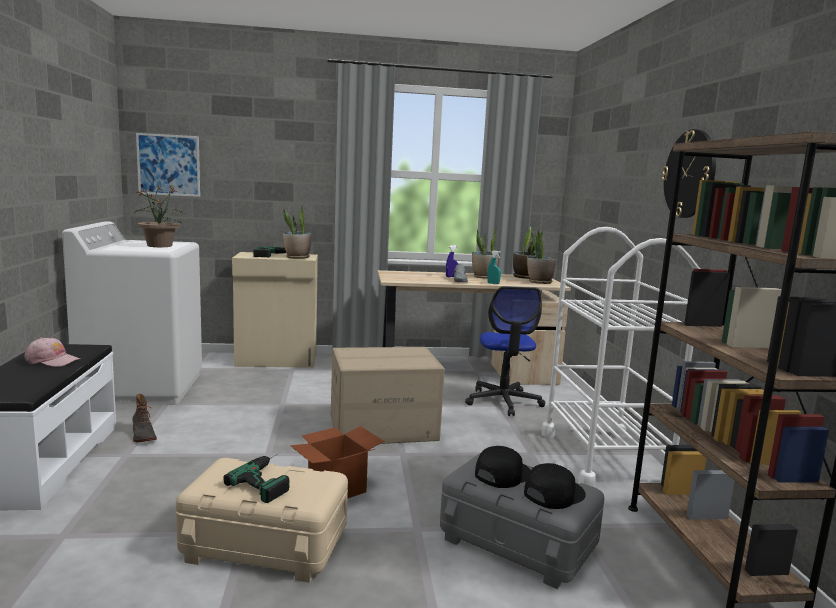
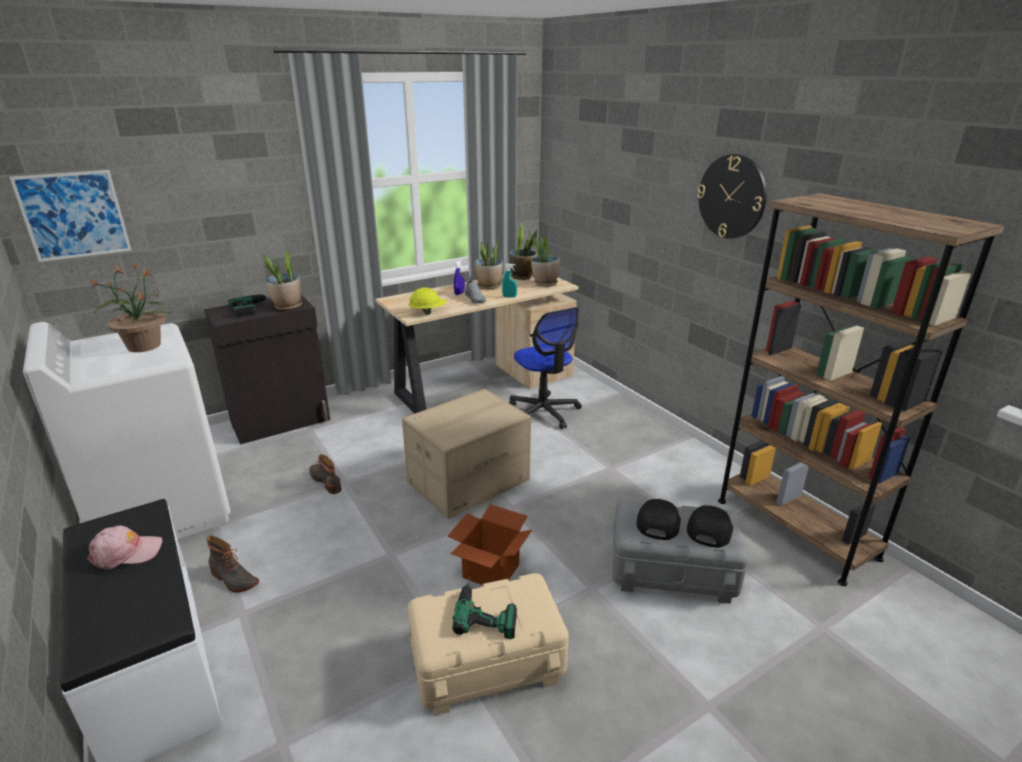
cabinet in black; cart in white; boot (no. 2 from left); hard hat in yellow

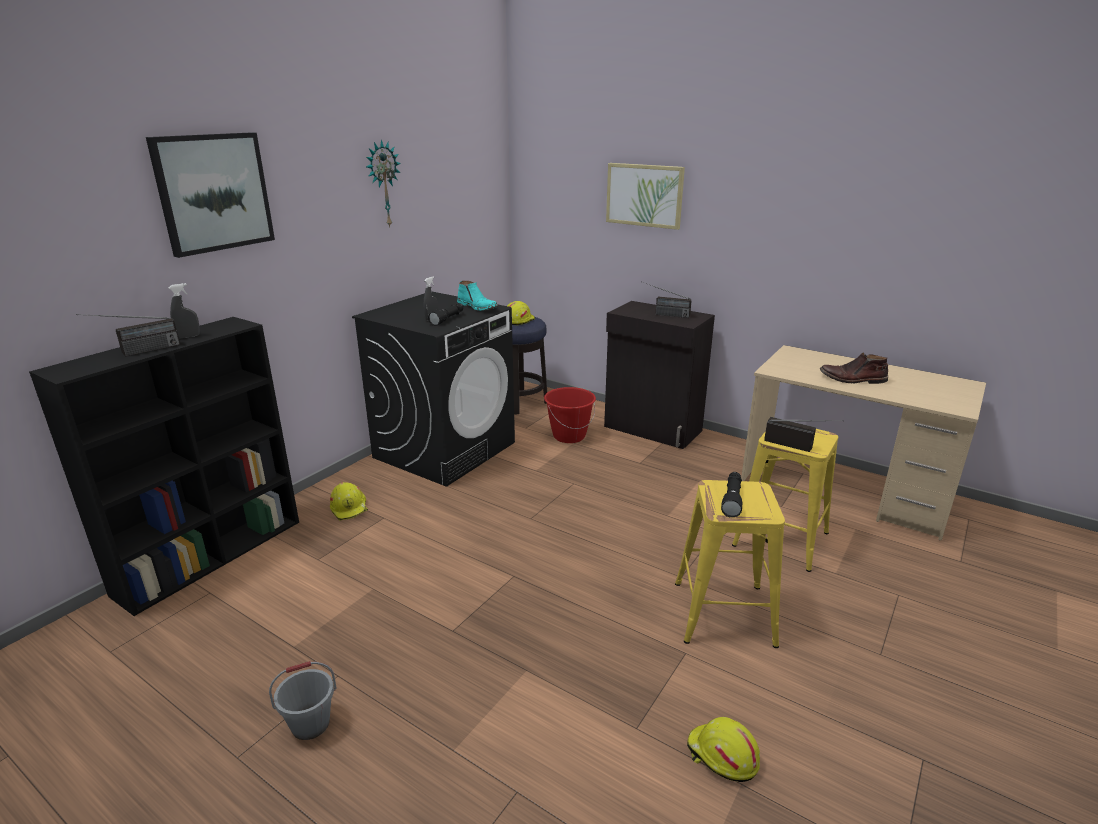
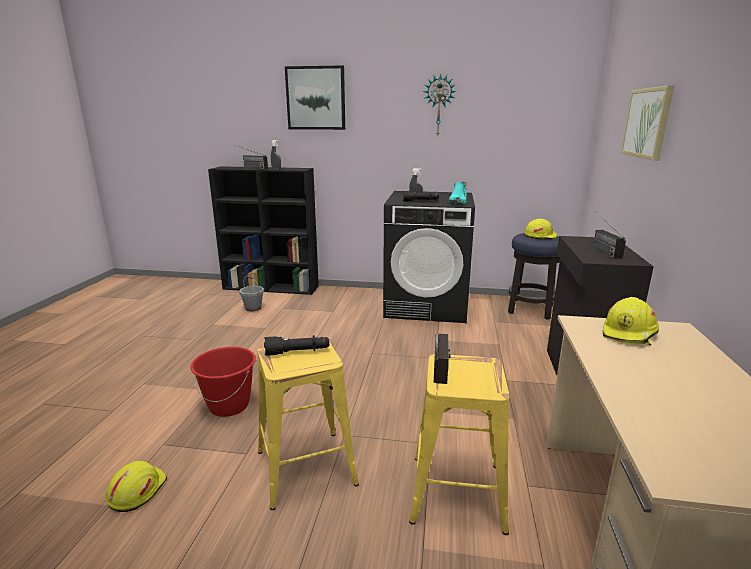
bucket in grey; hard hat in yellow (no. 3 from left); bucket in red; boot in brown

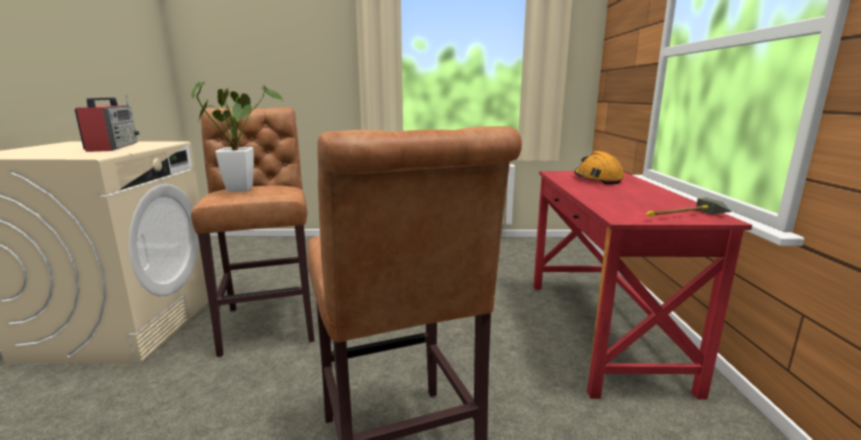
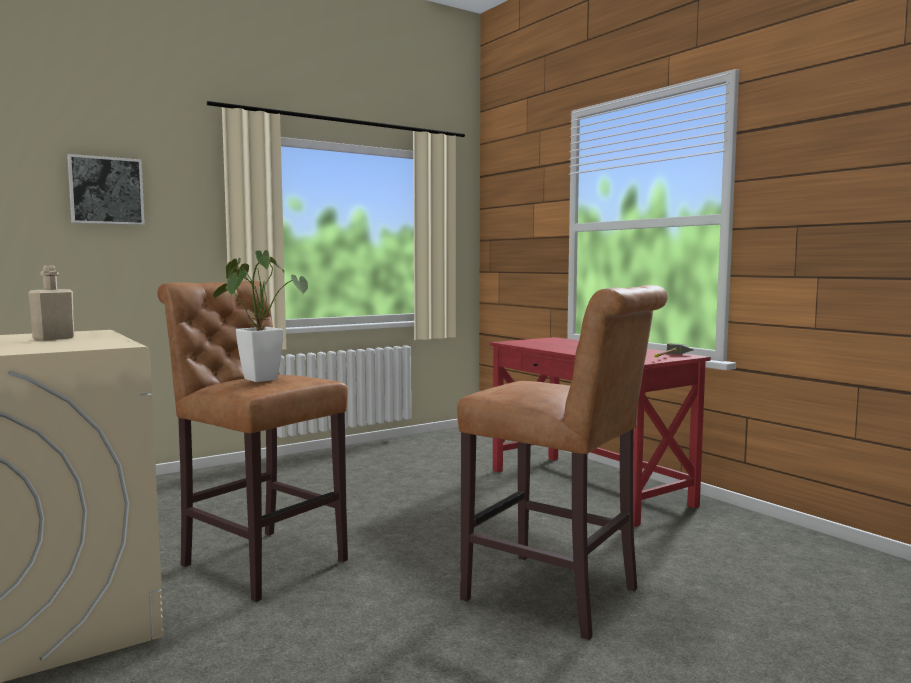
bottle in beige; hard hat in orange; picture

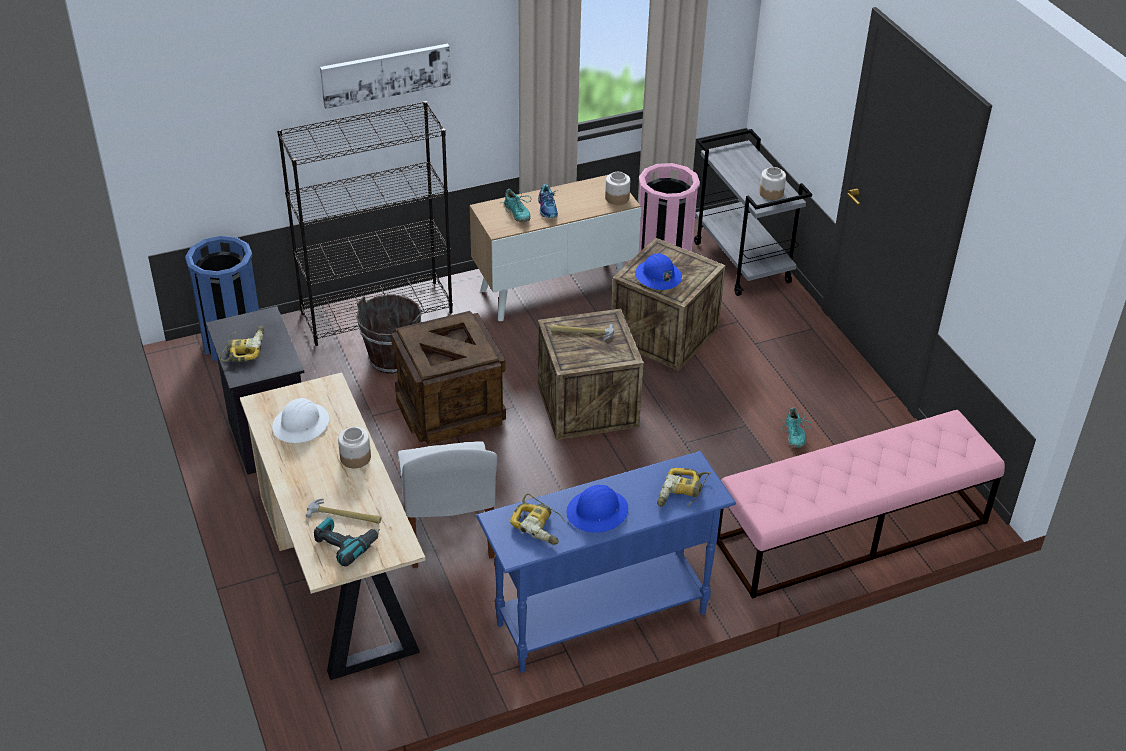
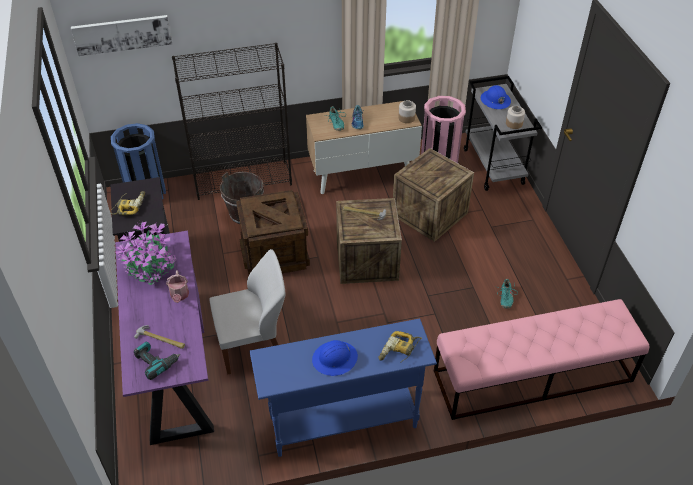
desk in purple; potted plant; picture; watering can; chair in white; power drill (no. 3 from left in the first image); hard hat in blue (no. 2 from left)

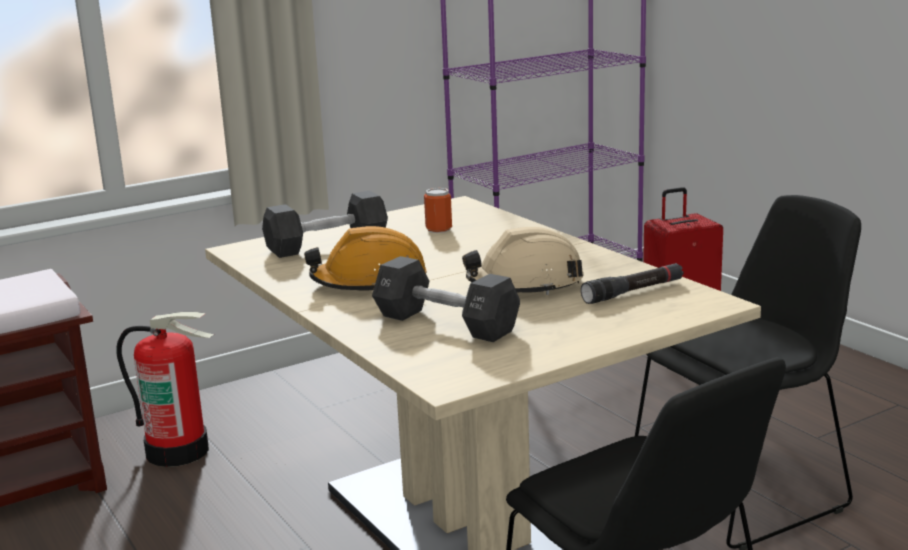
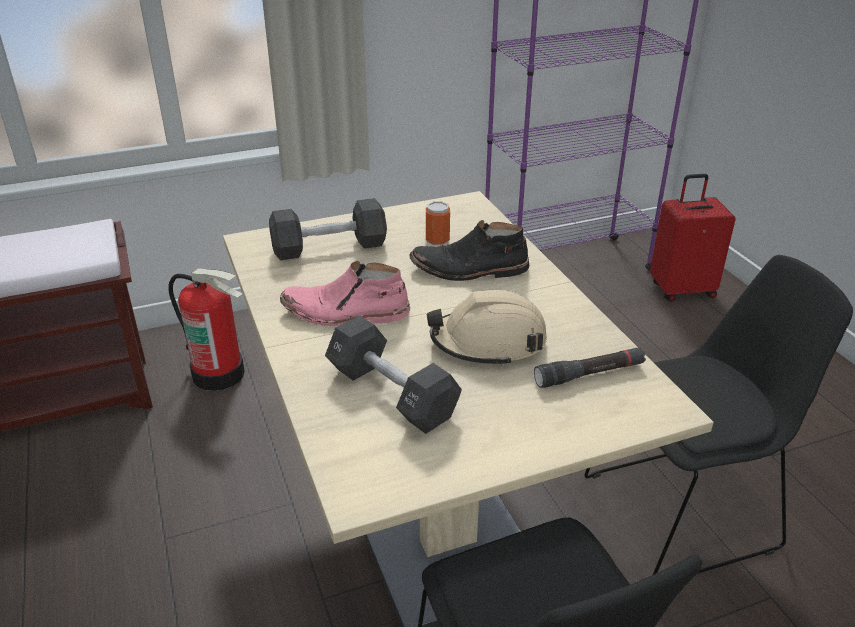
boot in pink; boot in black

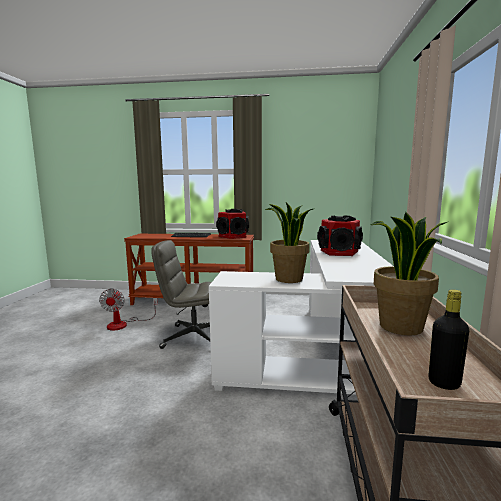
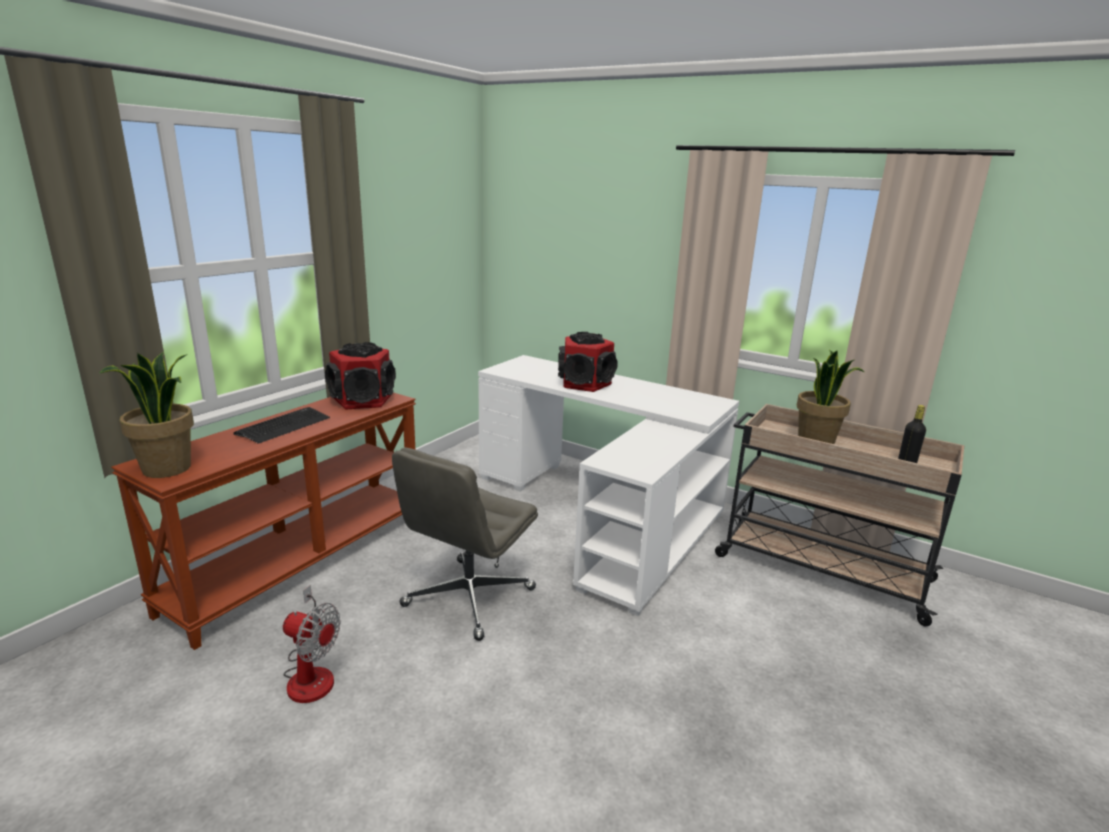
potted plant (no. 1 from left)

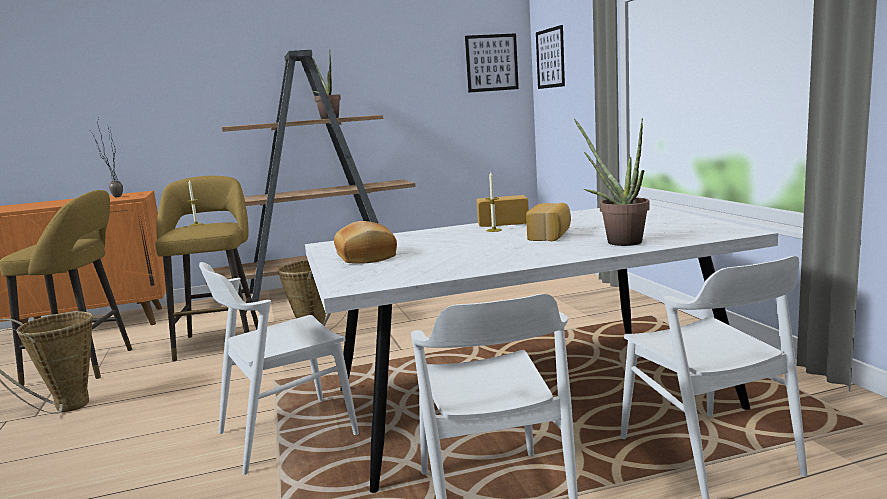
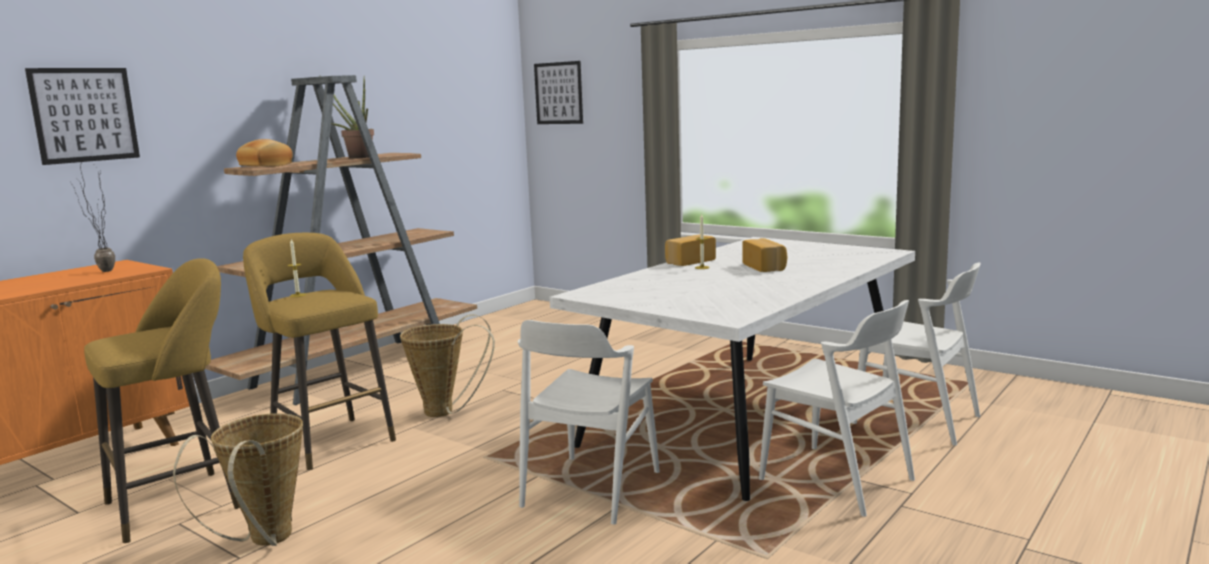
bread (no. 1 from left); picture (no. 1 from left); potted plant (no. 3 from left in the first image)

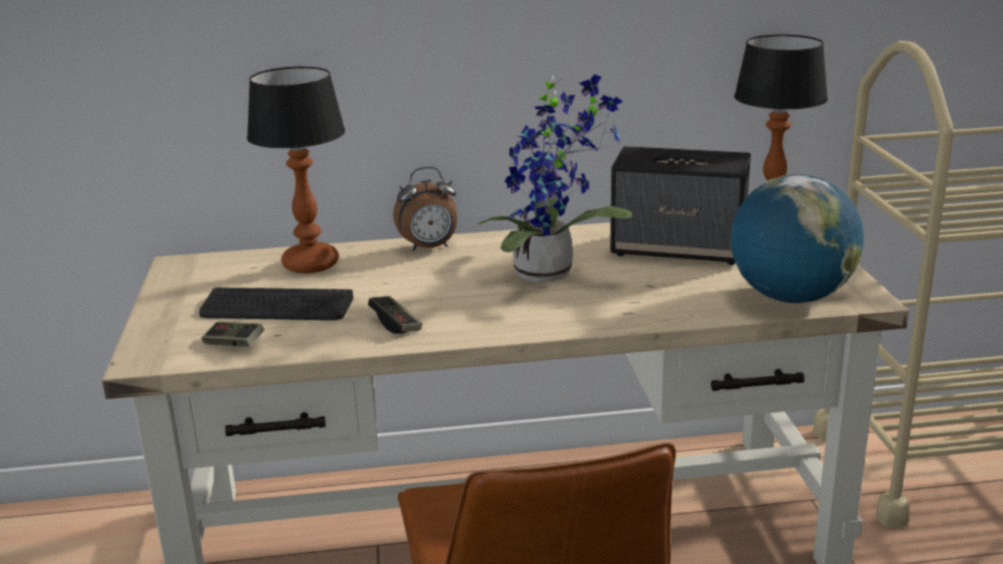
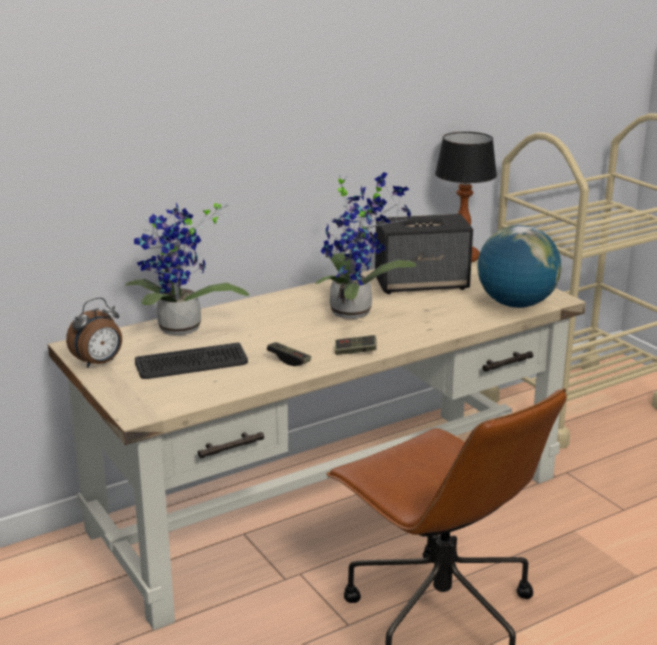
game controller (no. 2 from left); potted plant (no. 1 from left); alarm clock

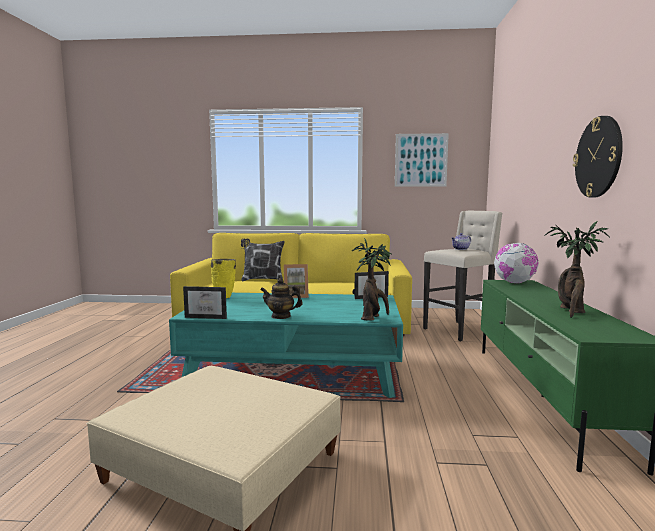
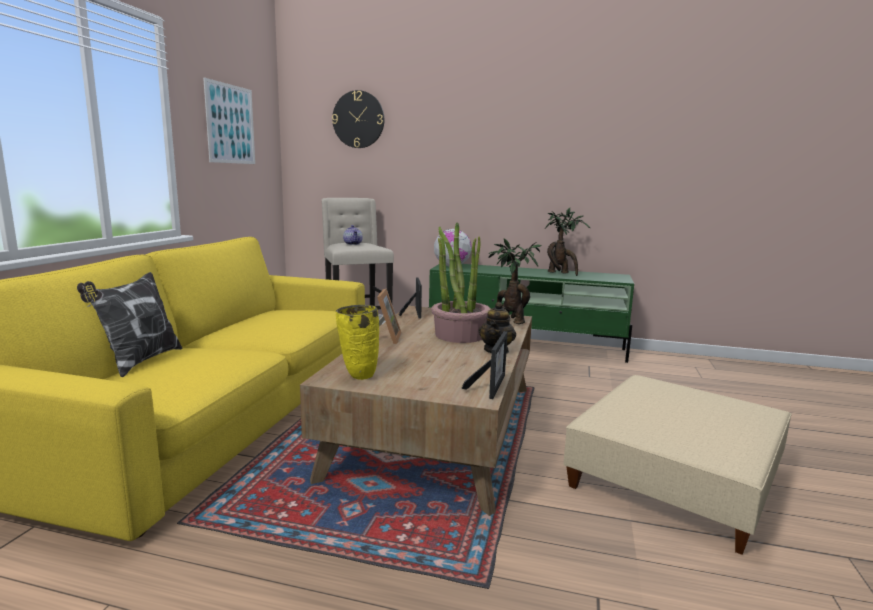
coffee table in brown; wall clock; potted plant (no. 1 from left)

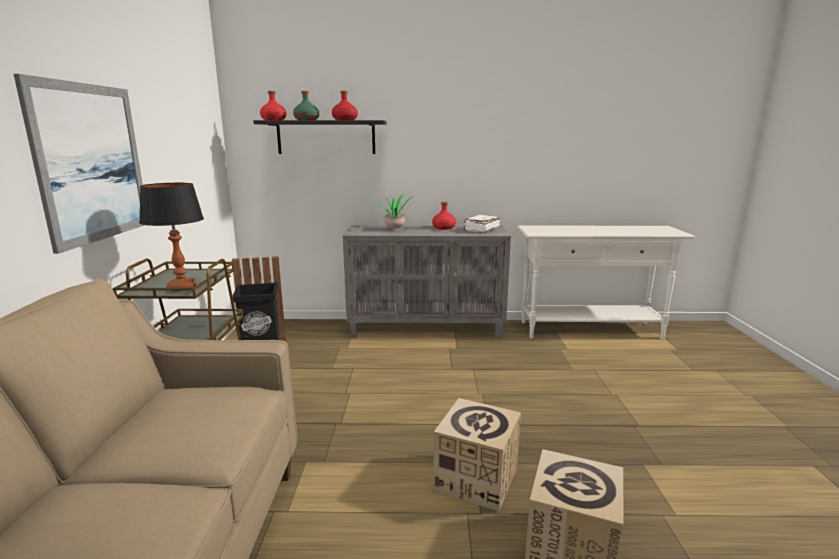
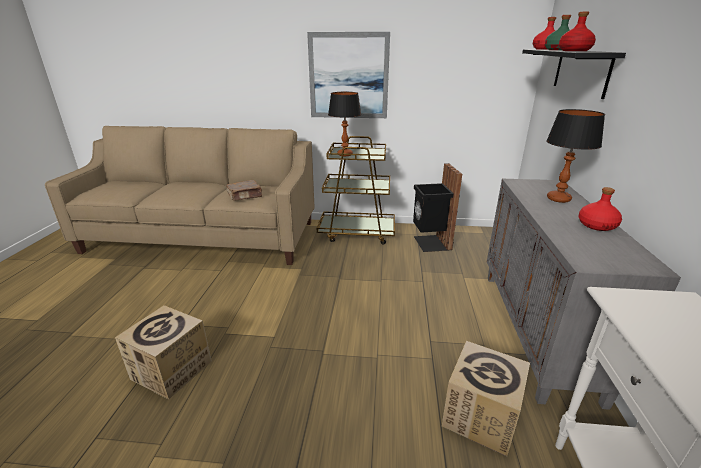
table lamp (no. 2 from left); cardboard box (no. 2 from left); book in white; book in brown

